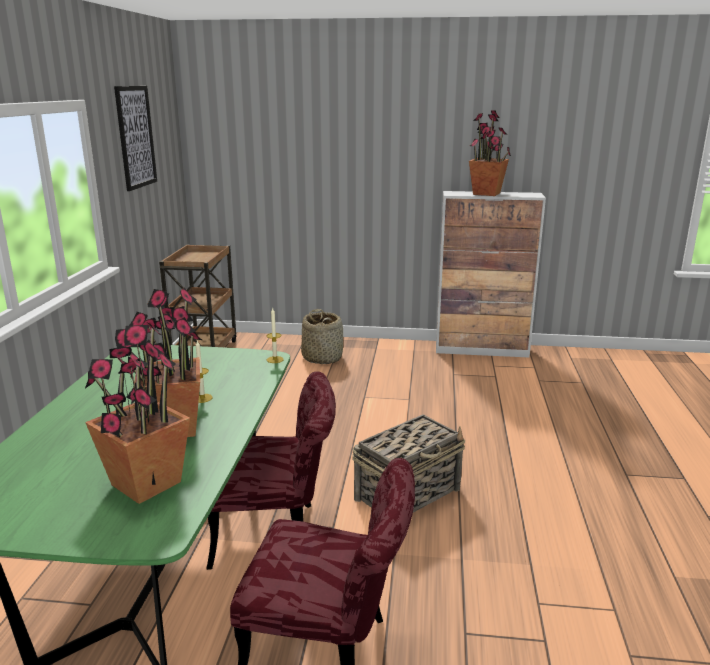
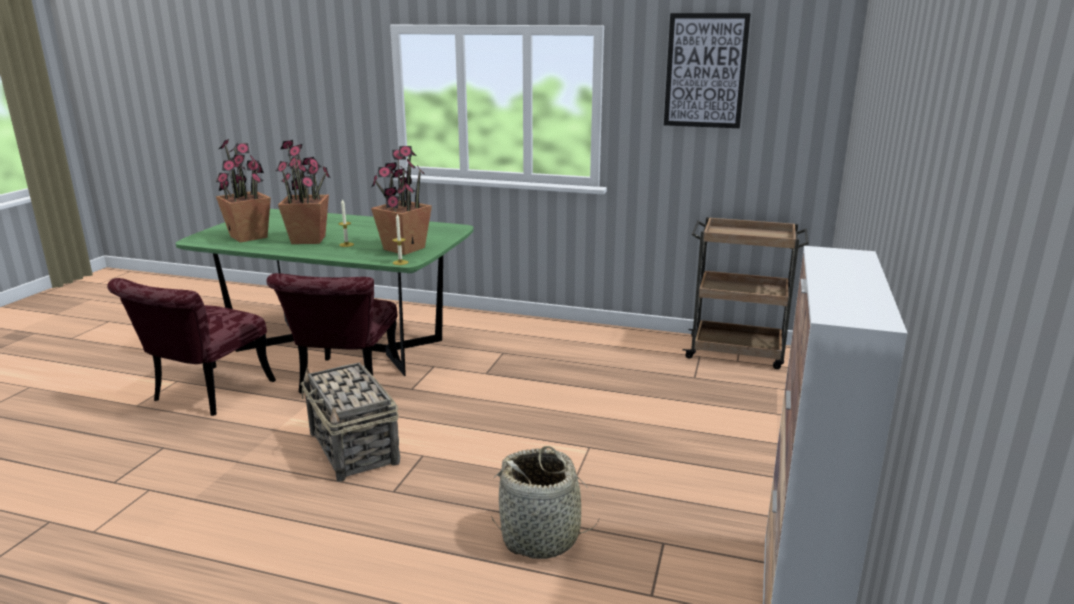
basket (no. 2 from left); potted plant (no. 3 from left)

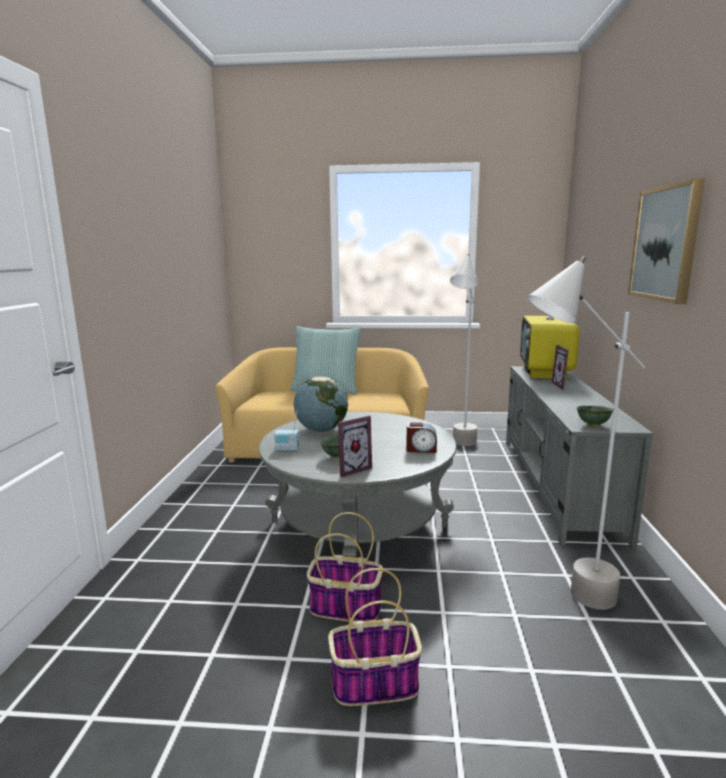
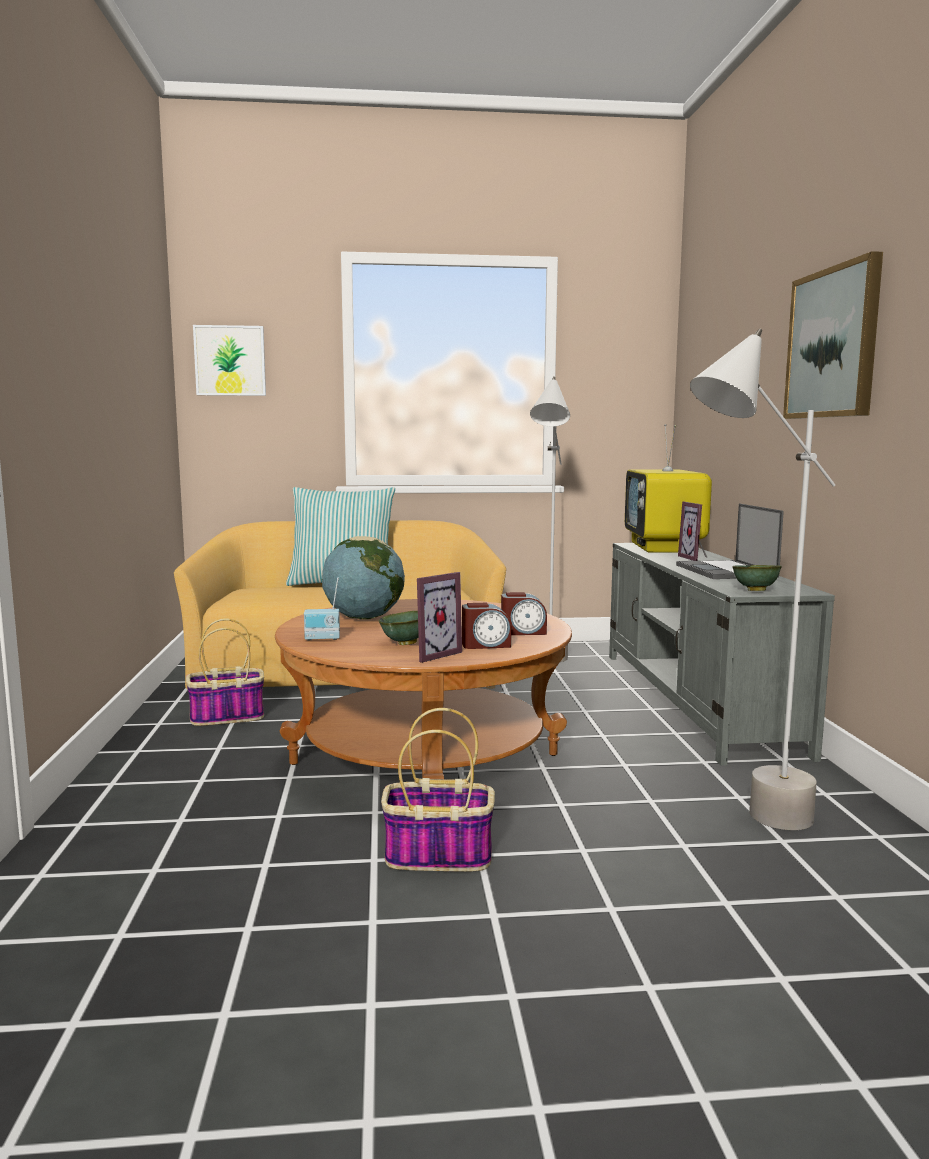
coffee table in brown; basket (no. 1 from left); picture (no. 1 from left); alarm clock (no. 1 from left); laptop

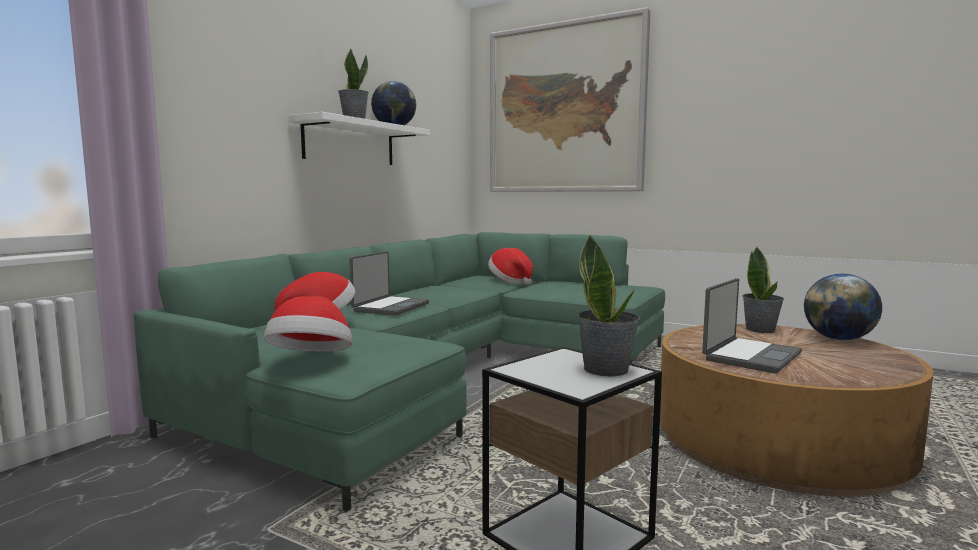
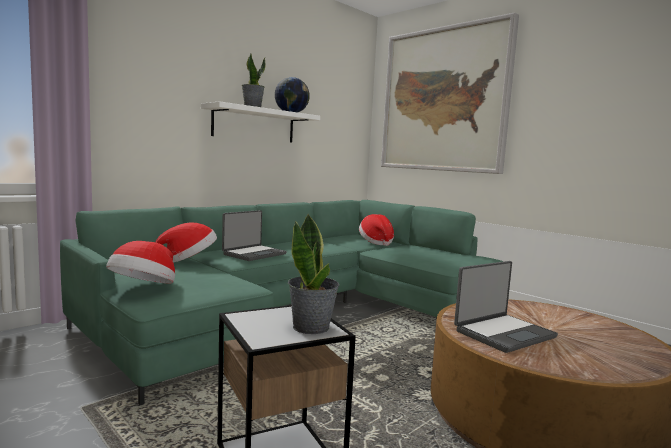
potted plant (no. 3 from left in the first image); globe (no. 2 from left in the first image)

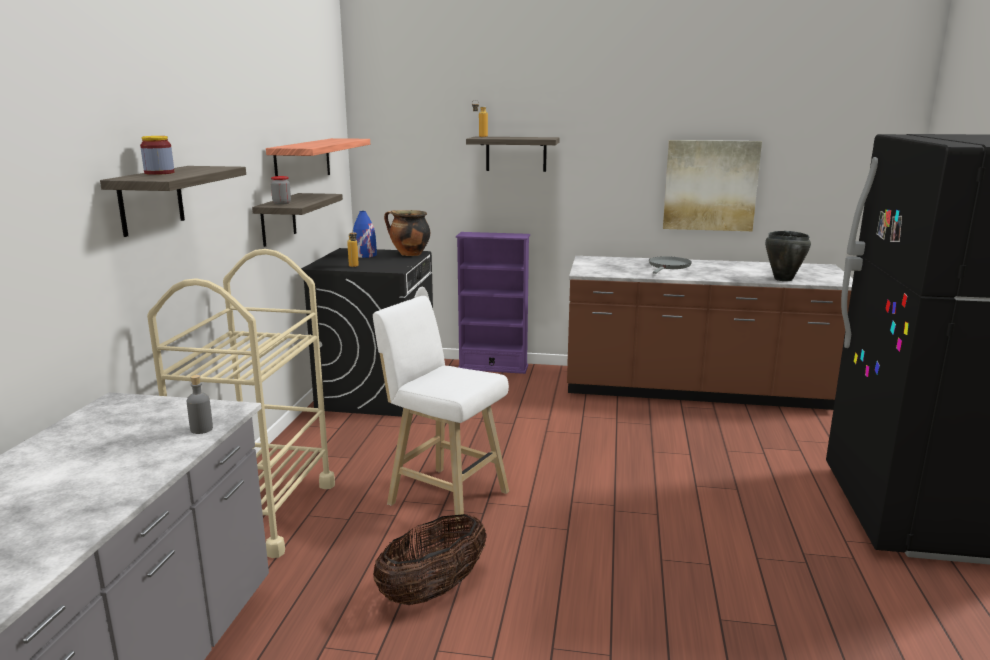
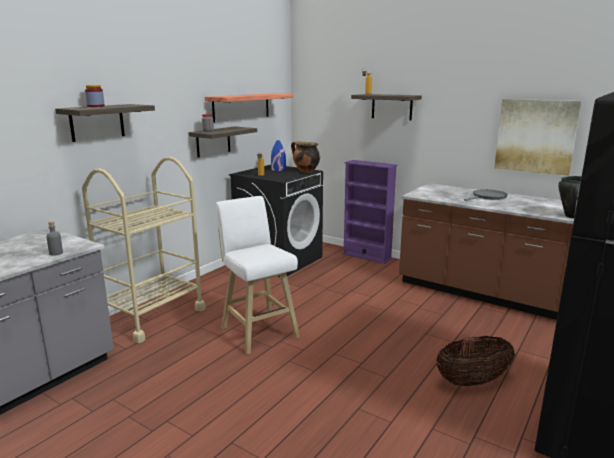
basket

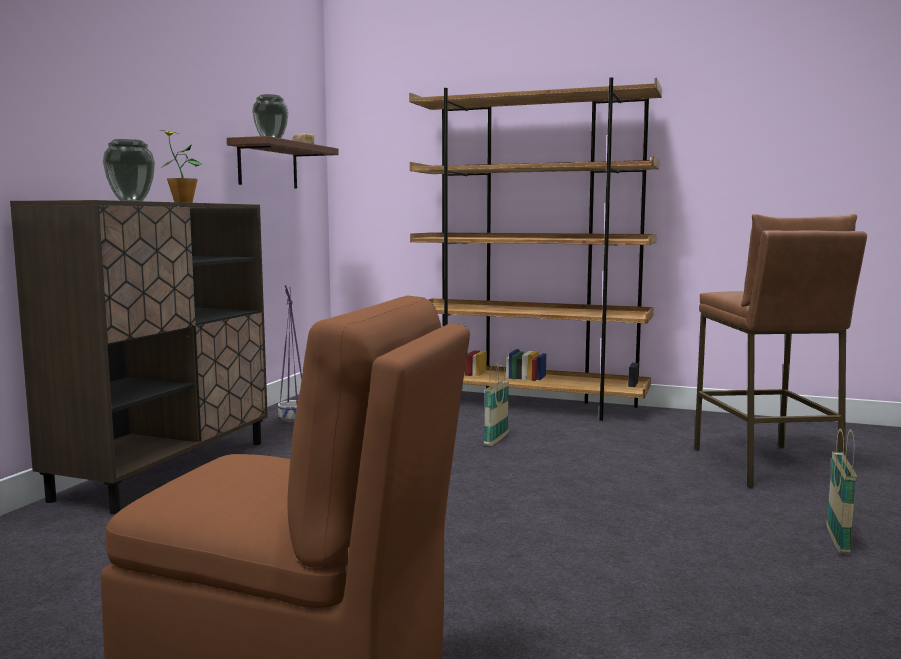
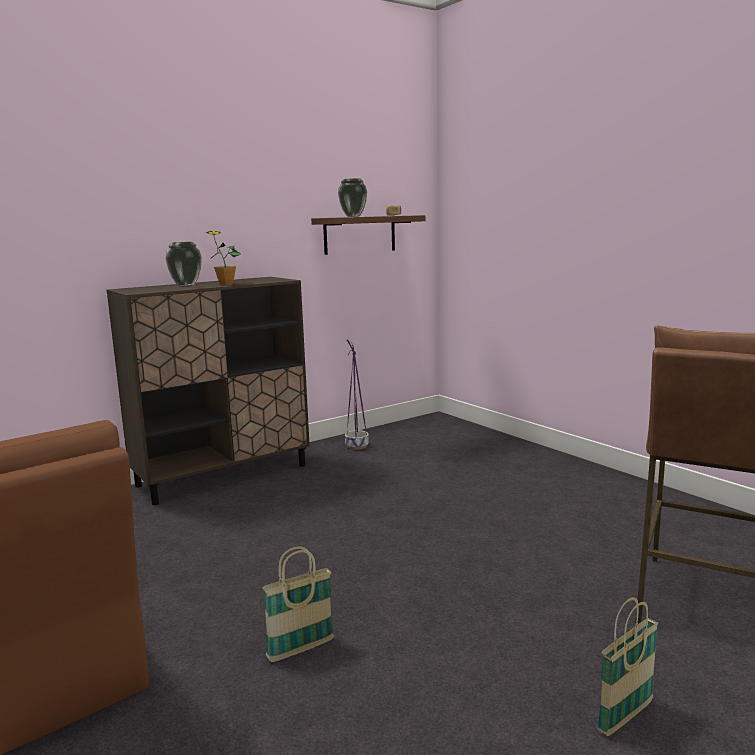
bookcase in brown; basket (no. 1 from left)

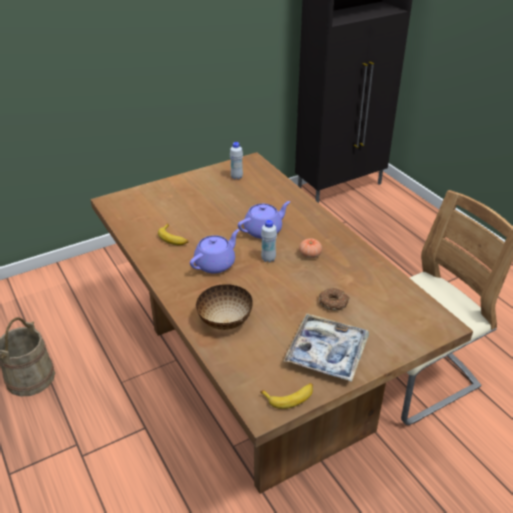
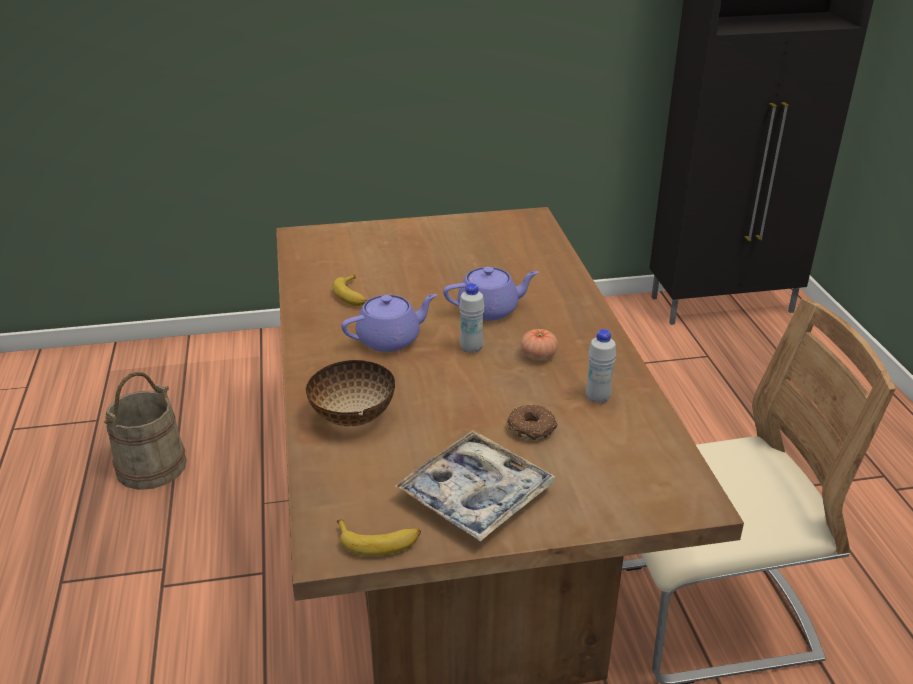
bottle in white (no. 2 from left)

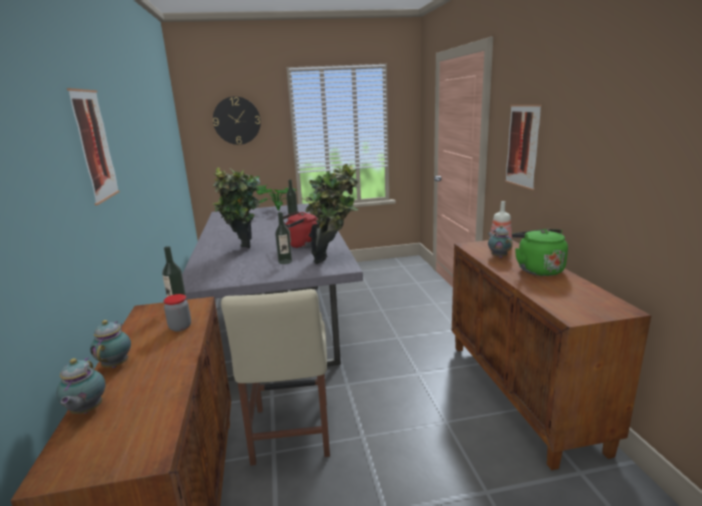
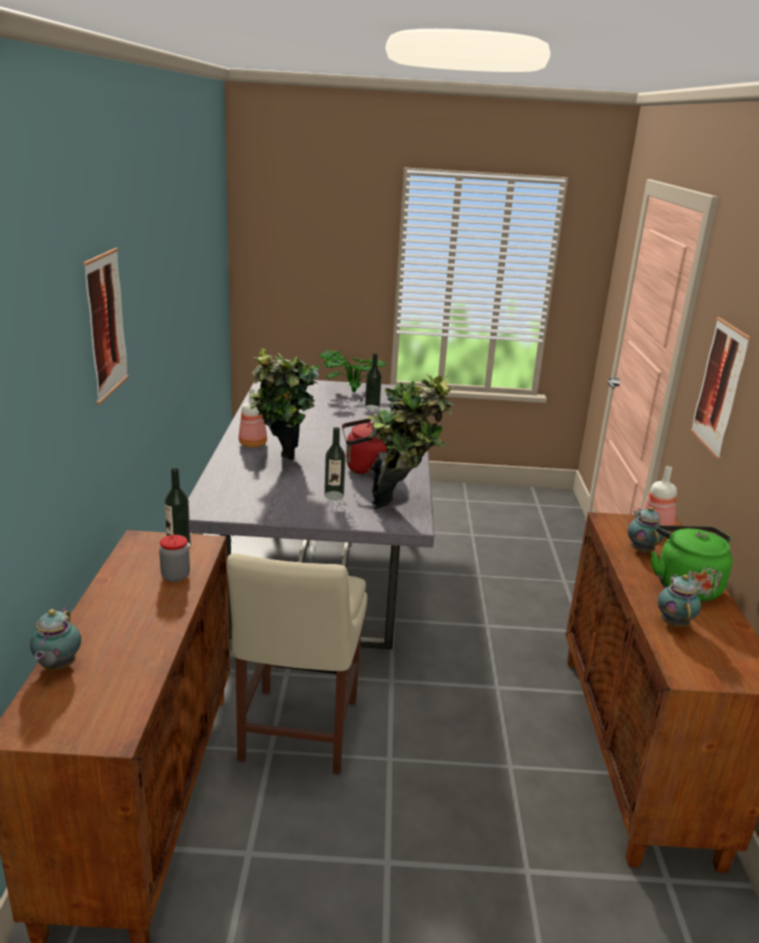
teapot (no. 3 from left); wall clock; bottle (no. 2 from left)

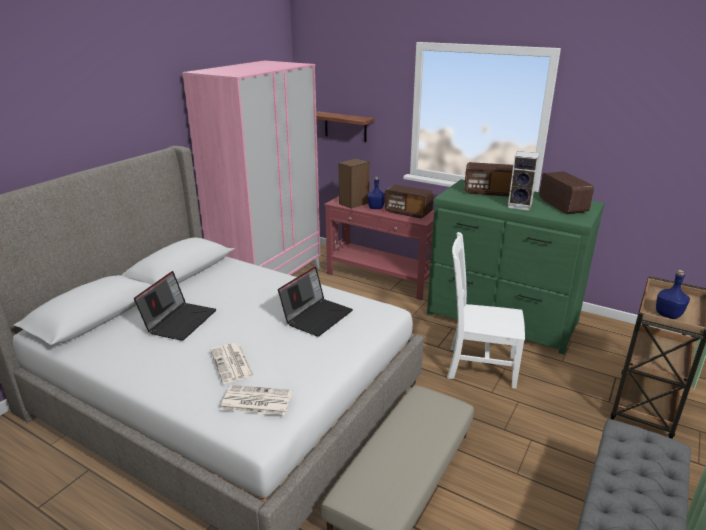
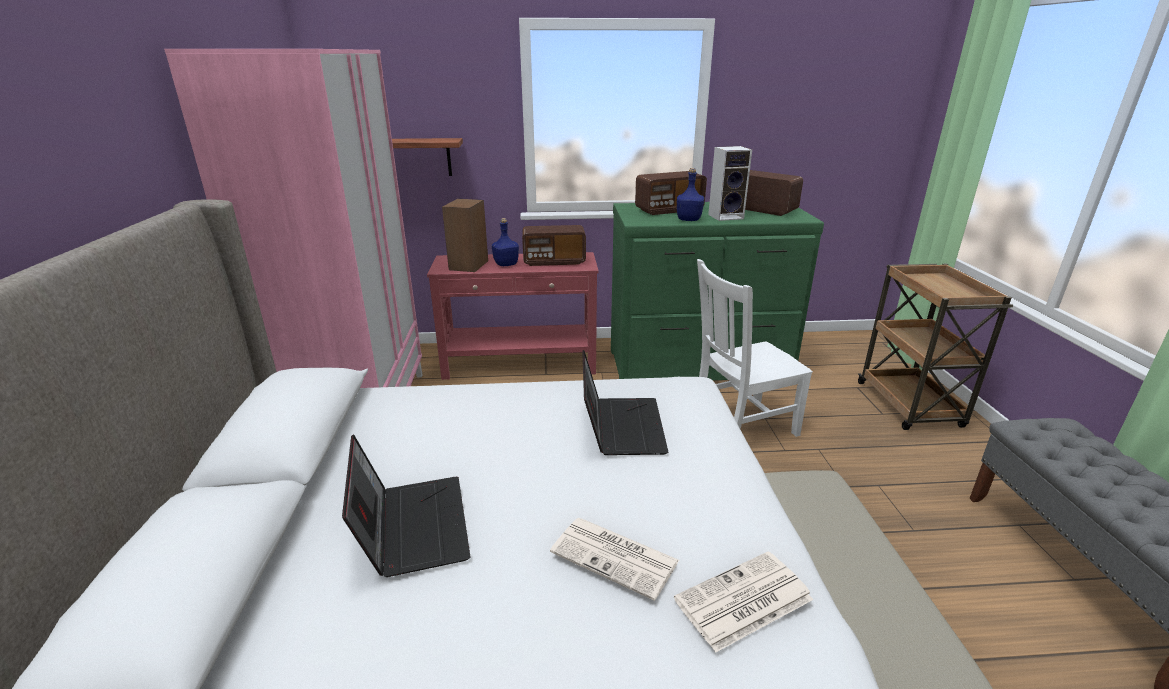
bottle in blue (no. 2 from left)

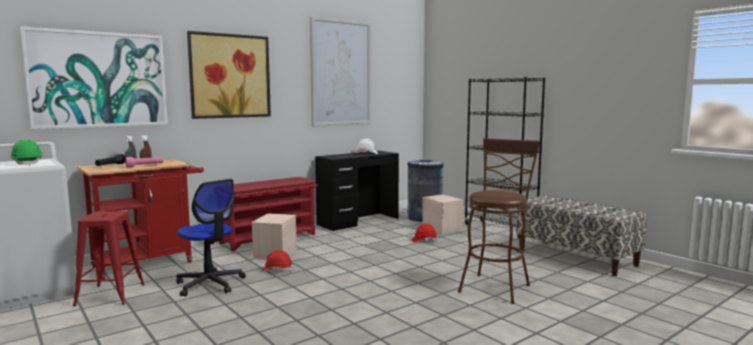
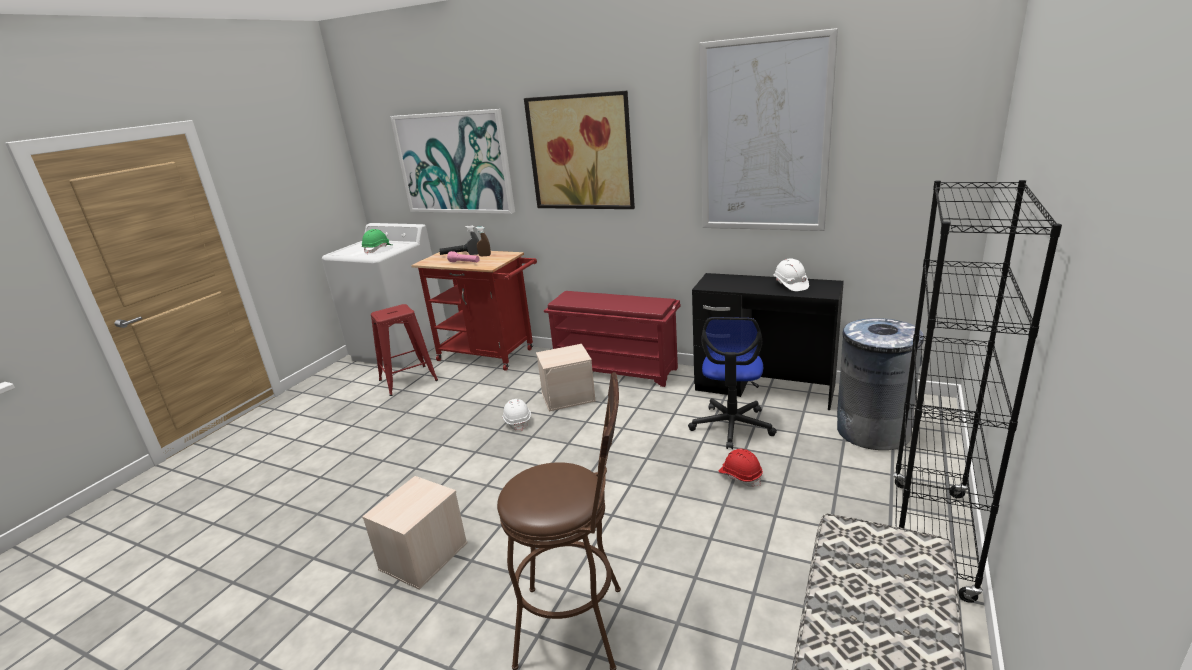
office chair; hard hat in white (no. 1 from left); storage box in beige (no. 1 from left)

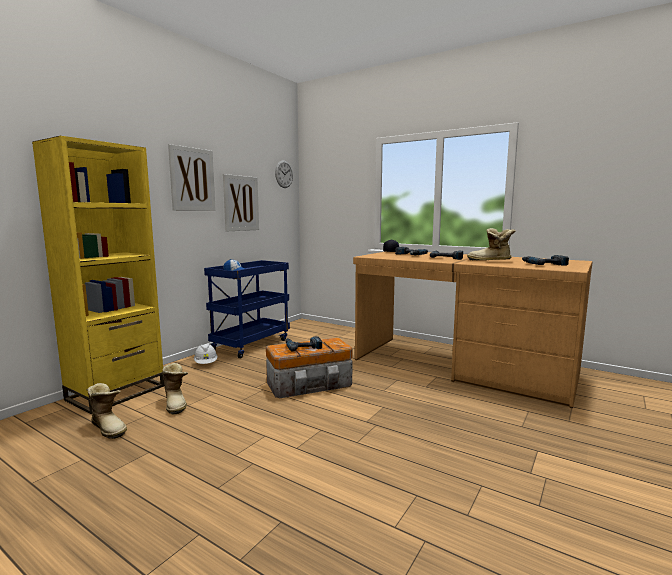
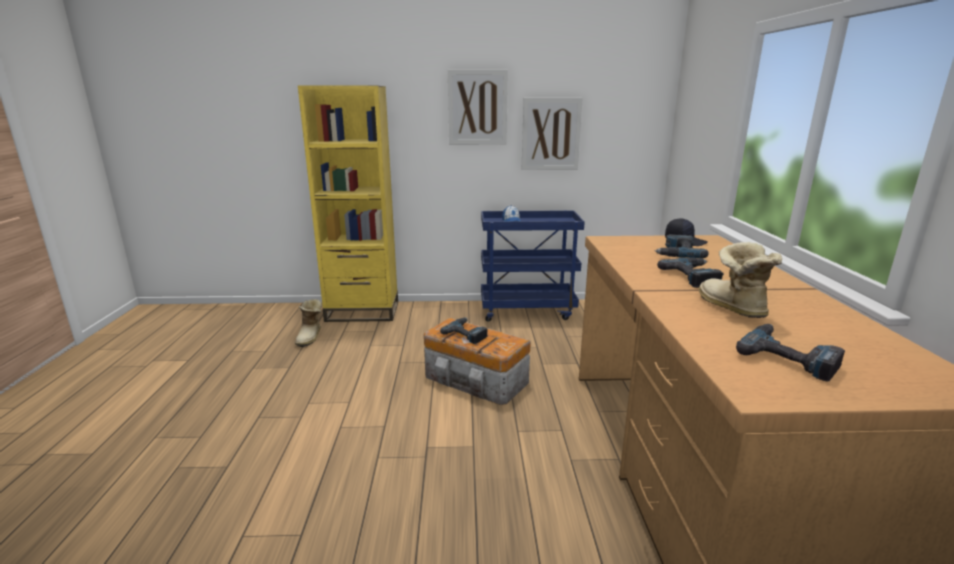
boot (no. 2 from left in the first image); hard hat in white; wall clock

